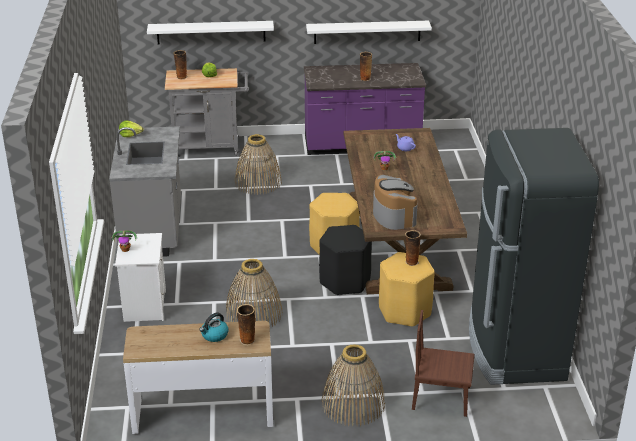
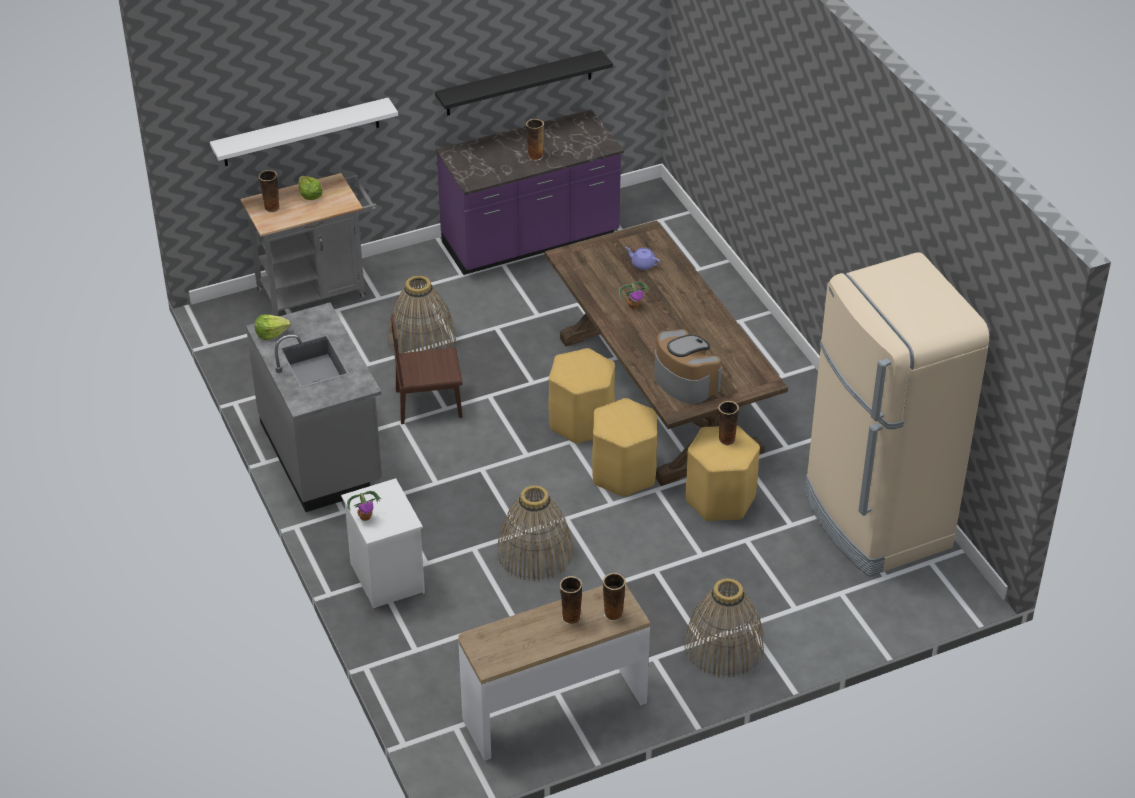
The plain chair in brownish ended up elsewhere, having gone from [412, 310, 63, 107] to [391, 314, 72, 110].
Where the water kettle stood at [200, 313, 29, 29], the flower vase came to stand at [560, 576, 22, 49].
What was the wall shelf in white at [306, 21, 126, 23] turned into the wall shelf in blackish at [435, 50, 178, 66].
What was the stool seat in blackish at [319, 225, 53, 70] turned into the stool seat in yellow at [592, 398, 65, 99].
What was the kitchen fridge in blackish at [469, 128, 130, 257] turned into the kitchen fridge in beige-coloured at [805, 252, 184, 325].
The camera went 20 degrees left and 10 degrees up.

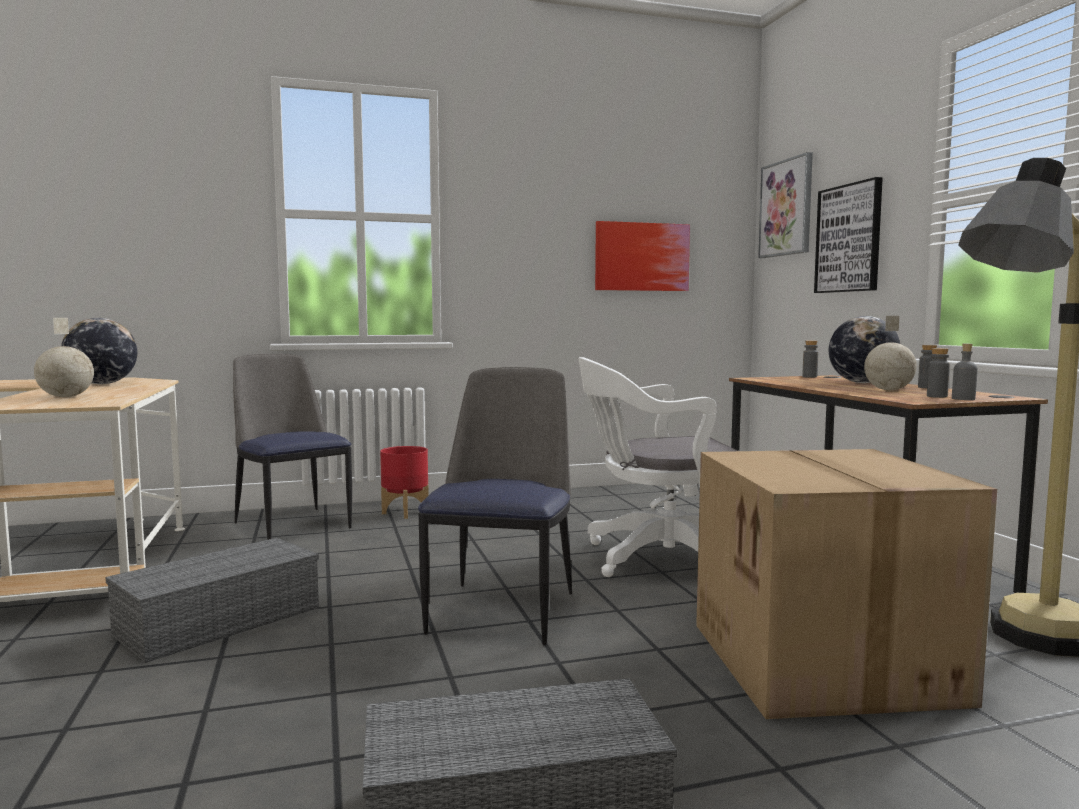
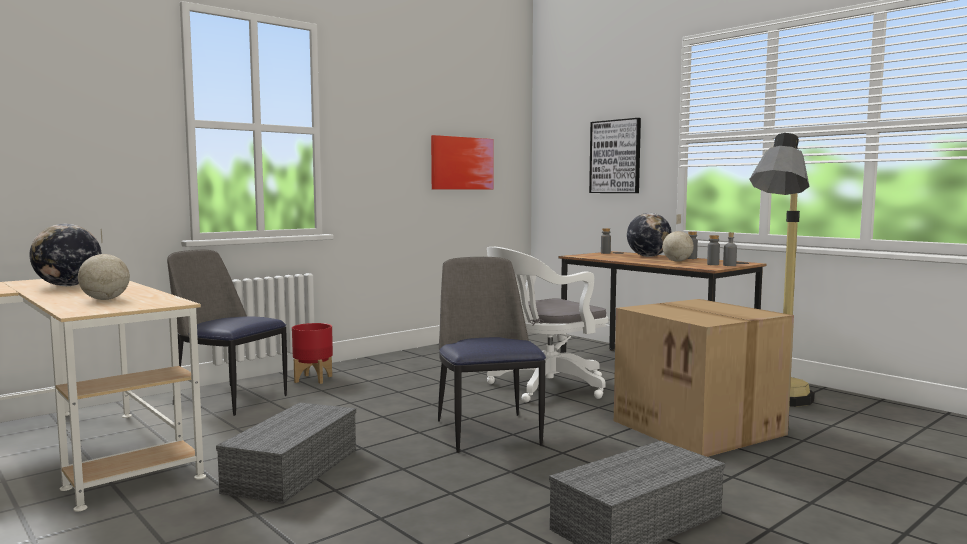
The second view lost the picture at [758, 152, 55, 106].
The camera went 25 degrees left and 0 degrees up.

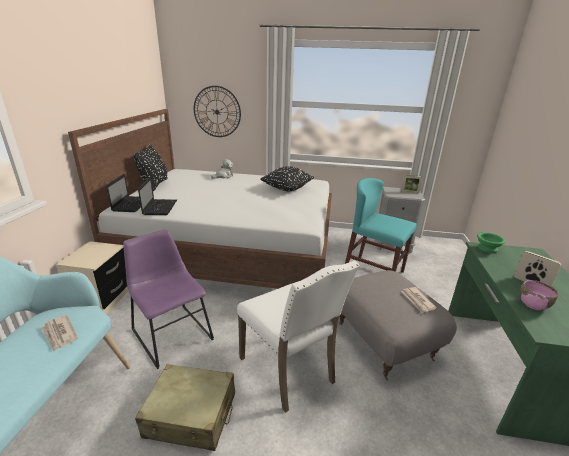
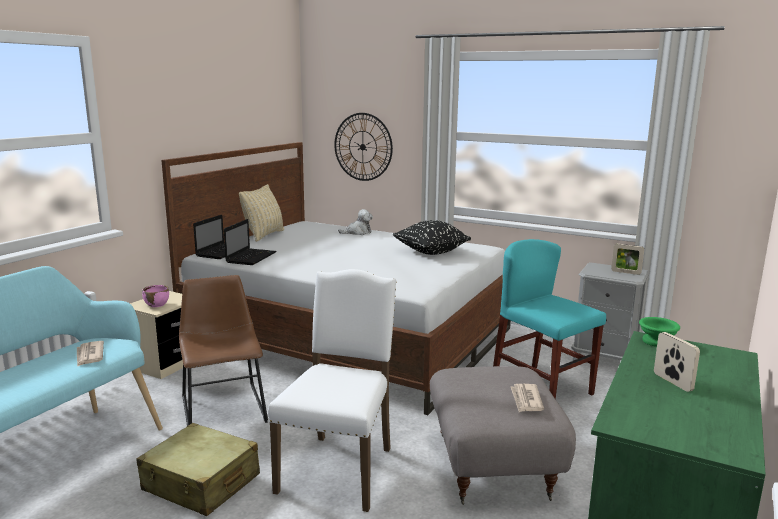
The deep dish in pink-coloured ended up elsewhere, having gone from [520, 280, 38, 30] to [142, 285, 27, 22].
What was the plain chair in purplish at [123, 229, 91, 140] turned into the plain chair in brownish at [179, 275, 89, 151].
What was the throw pillow in blackish at [134, 144, 34, 47] turned into the throw pillow in beige-coloured at [239, 184, 45, 58].
The plain chair in white at [237, 261, 123, 152] ended up facing another way, 150 degrees counterclockwise from before.
The camera went 20 degrees right and 10 degrees down.

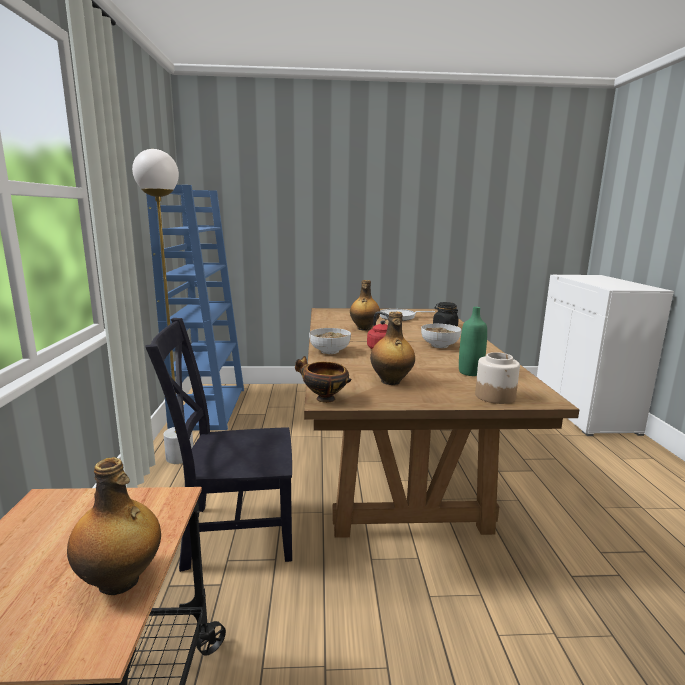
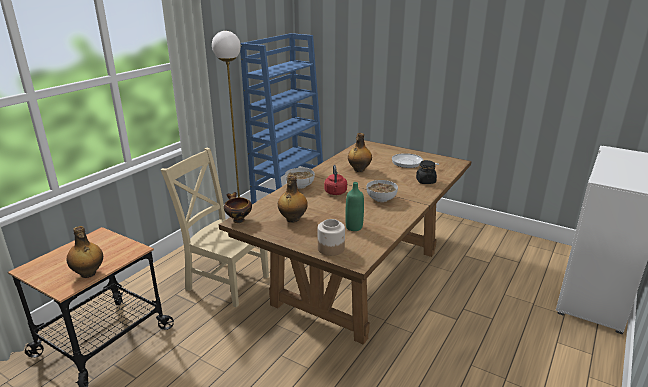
What was the plain chair in blackish at [145, 318, 147, 254] turned into the plain chair in beige-coloured at [161, 148, 108, 159].
The camera went 35 degrees right and 10 degrees up.

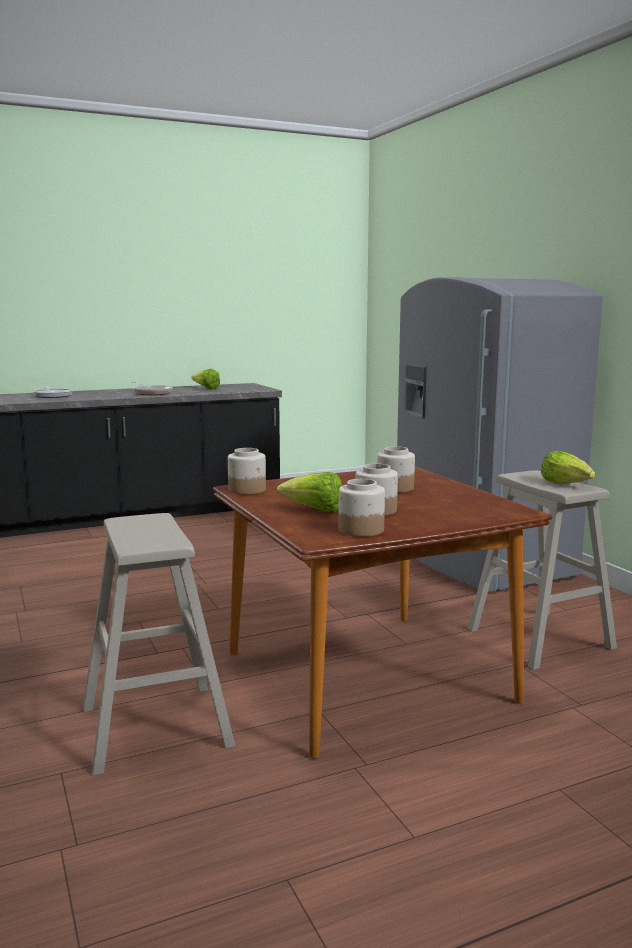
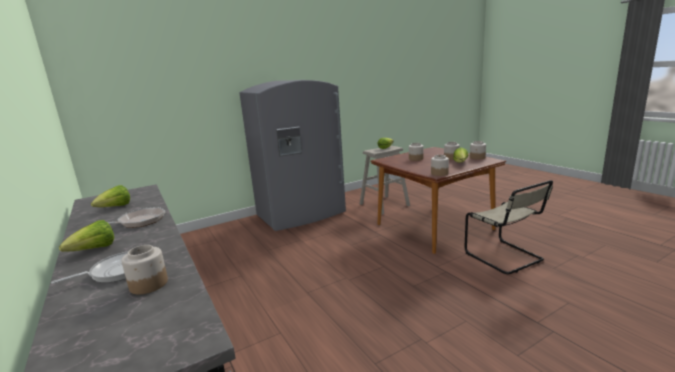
The second view gained the lettuce head at [59, 220, 55, 32].
The second view gained the preserve jar at [122, 245, 46, 50].
Where the stool seat in beige-coloured stood at [83, 513, 152, 263], the plain chair in beige-coloured came to stand at [464, 180, 89, 94].
The camera went 95 degrees left and 5 degrees up.

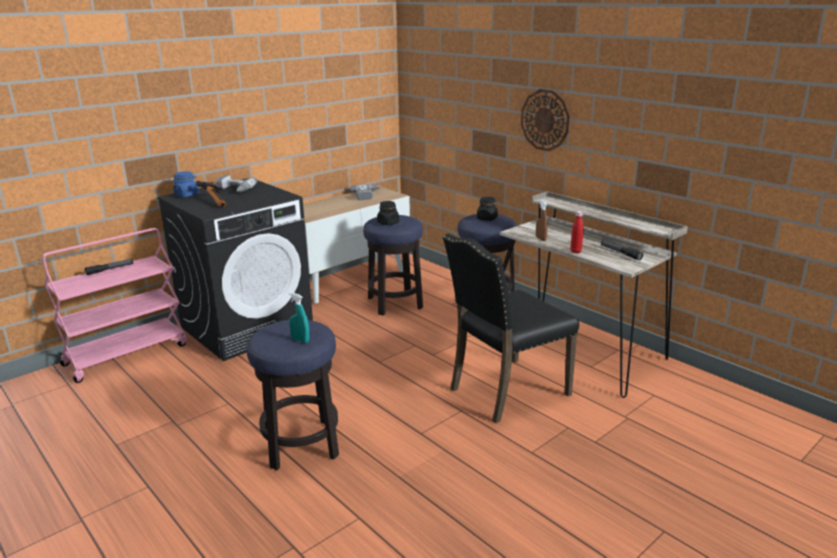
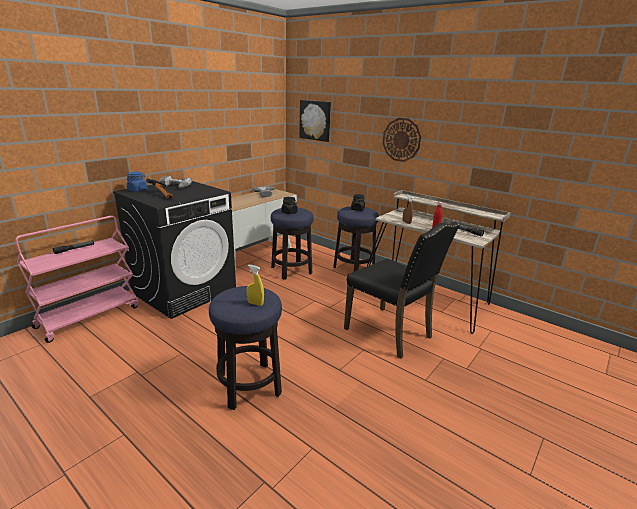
The second view gained the picture at [299, 100, 32, 42].
What was the hand sprayer in turquoise-coloured at [289, 292, 20, 51] turned into the hand sprayer in yellow at [247, 265, 17, 41].
The plain chair in blackish at [443, 233, 136, 190] ended up facing another way, 90 degrees counterclockwise from before.
The camera went 10 degrees left and 0 degrees up.

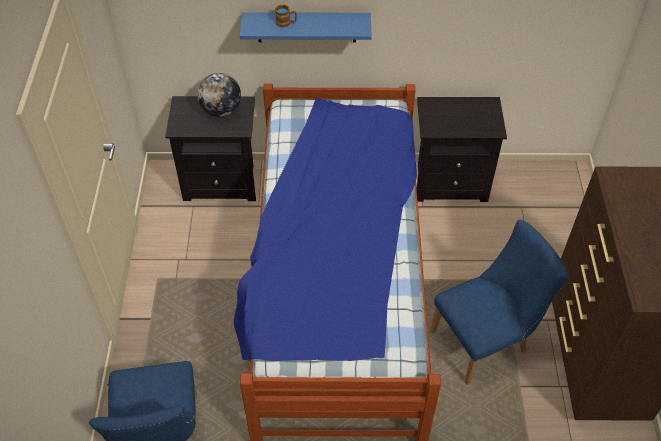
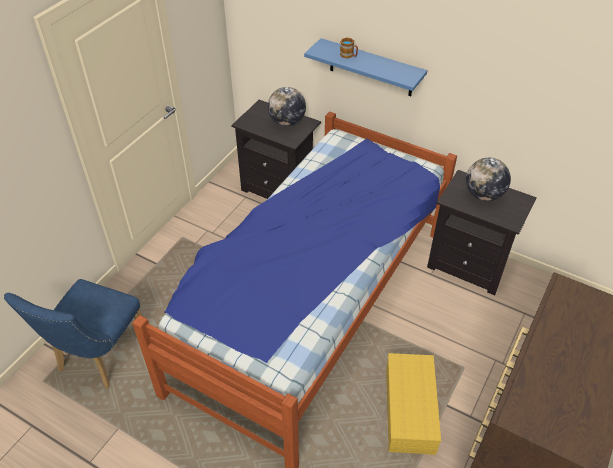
The second view gained the desk globe at [466, 158, 45, 43].
Where the plain chair in blue-coloured stood at [430, 220, 138, 165], the storage bin in yellow came to stand at [386, 353, 55, 102].
The camera went 30 degrees right and 5 degrees down.

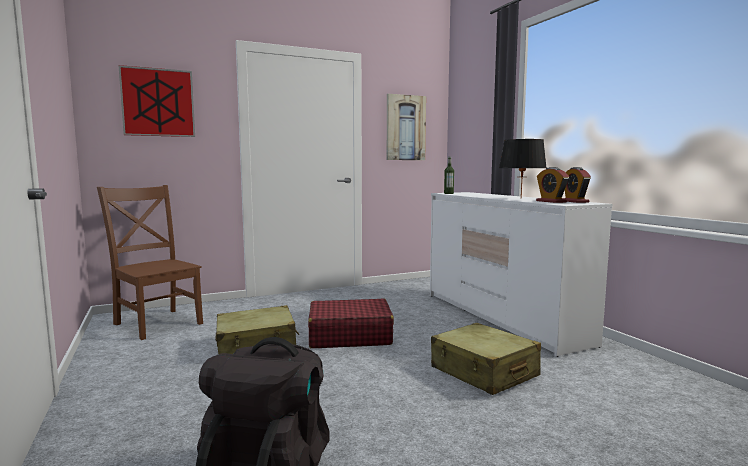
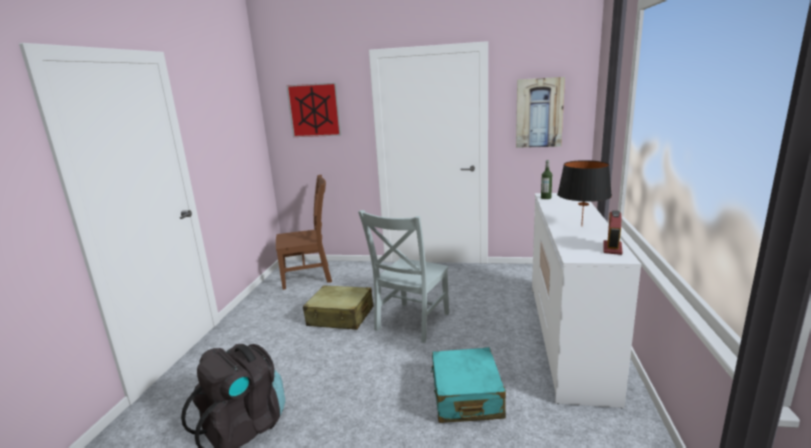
The second view lost the table clock at [536, 167, 33, 36].
Where the travel case in red stood at [308, 298, 86, 50], the plain chair in gray came to stand at [358, 210, 91, 133].
What was the travel case in beige-coloured at [431, 323, 110, 72] turned into the travel case in turquoise-coloured at [431, 347, 75, 76].
The plain chair in brownish at [97, 185, 106, 155] ended up facing another way, 90 degrees clockwise from before.
The camera went 35 degrees right and 10 degrees up.

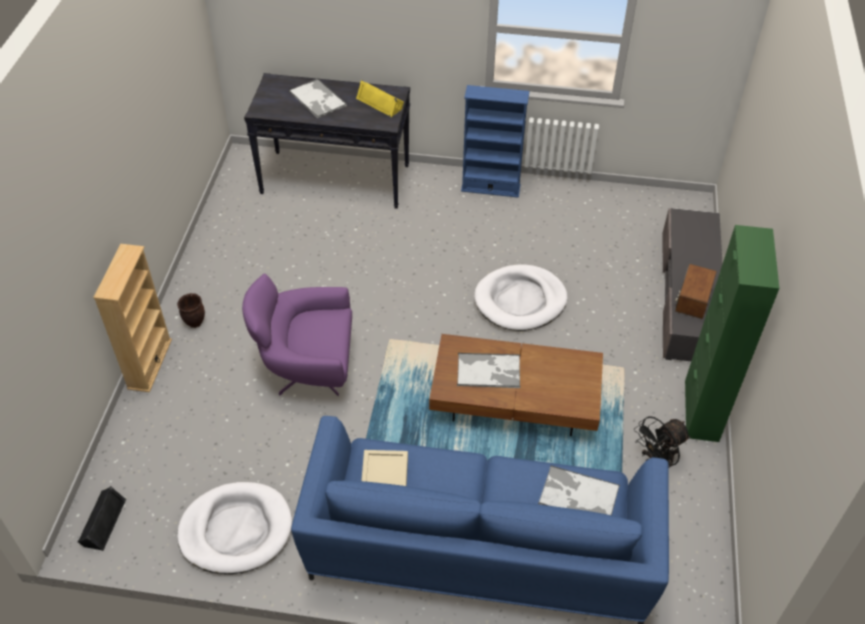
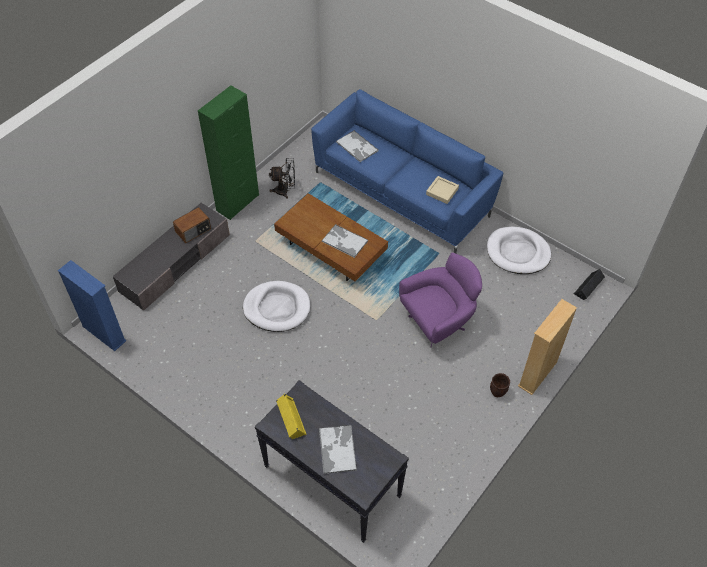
The bookcase in blue-coloured ended up elsewhere, having gone from [461, 85, 68, 113] to [58, 260, 68, 91].
The easy chair in purplish at [242, 274, 110, 122] ended up facing another way, 60 degrees counterclockwise from before.
The camera went 150 degrees left and 5 degrees up.

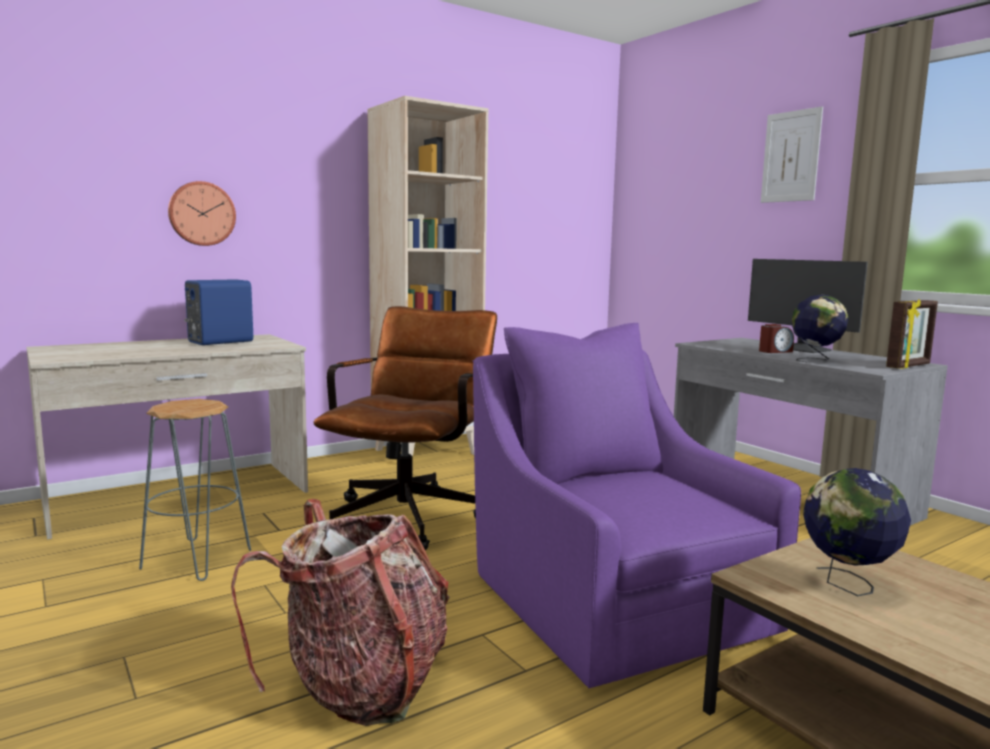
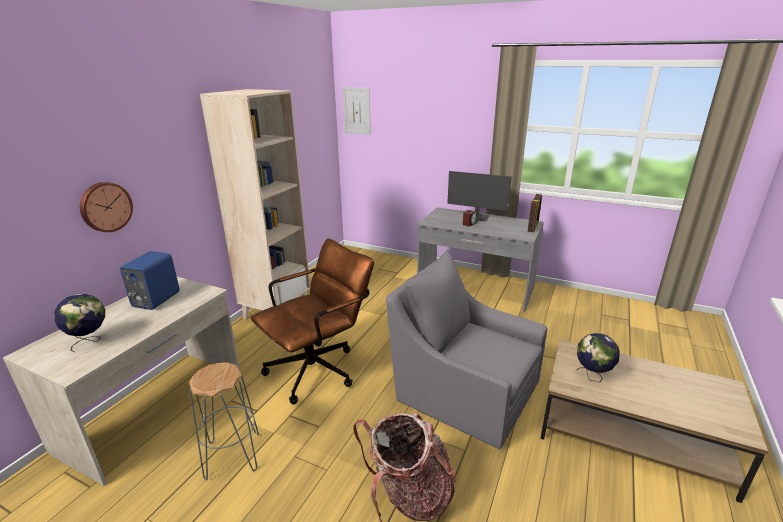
The picture ended up elsewhere, having gone from [761, 106, 62, 97] to [342, 87, 29, 47].
The desk globe ended up elsewhere, having gone from [792, 295, 56, 67] to [54, 294, 51, 58].
What was the easy chair in purplish at [473, 323, 328, 365] turned into the easy chair in gray at [386, 250, 161, 200].
The desk chair in brownish at [313, 306, 184, 244] ended up facing another way, 60 degrees clockwise from before.
The camera went 30 degrees left and 15 degrees up.

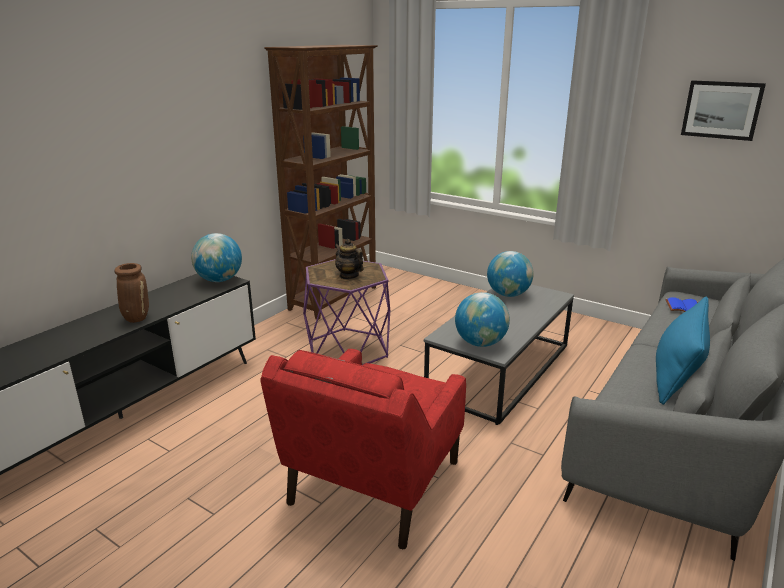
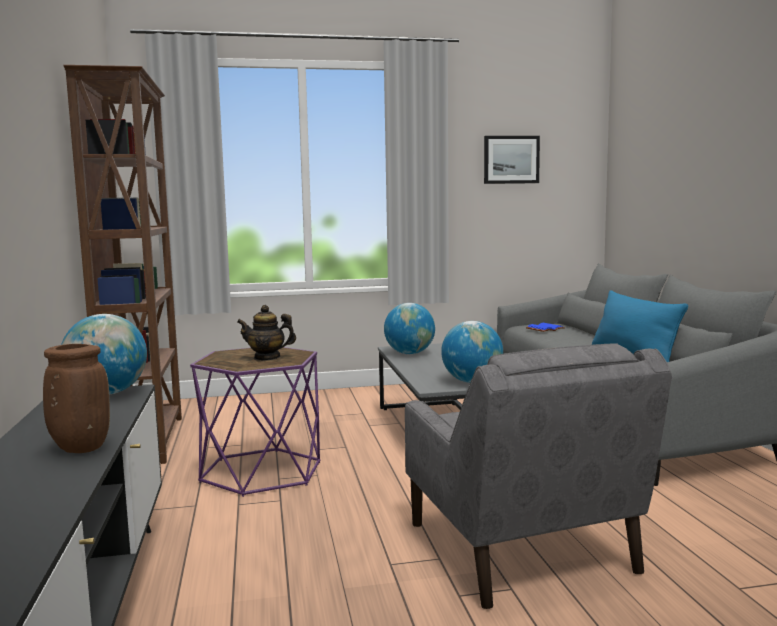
What was the easy chair in red at [260, 349, 206, 200] turned into the easy chair in gray at [405, 344, 267, 265].
The camera went 45 degrees left and 15 degrees down.

